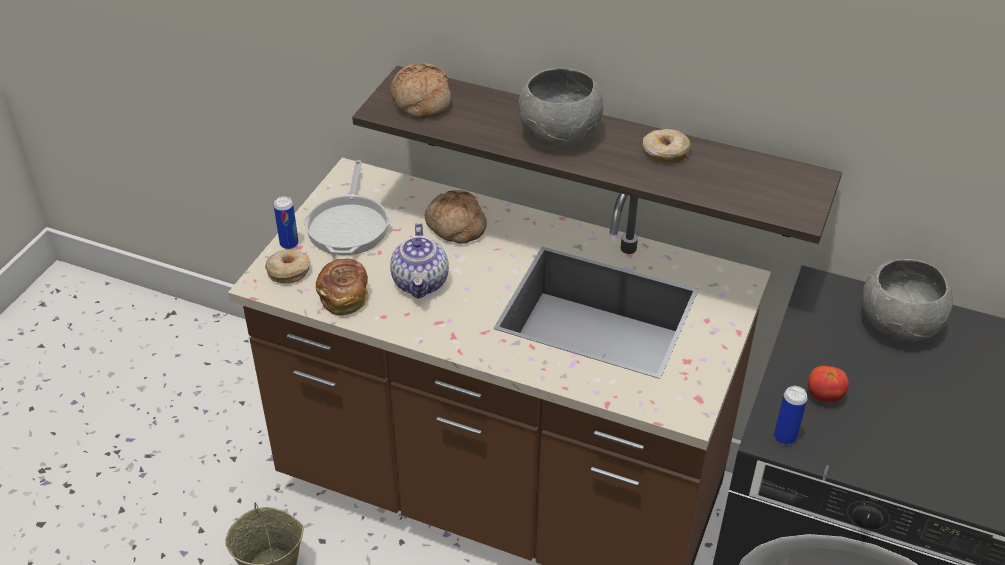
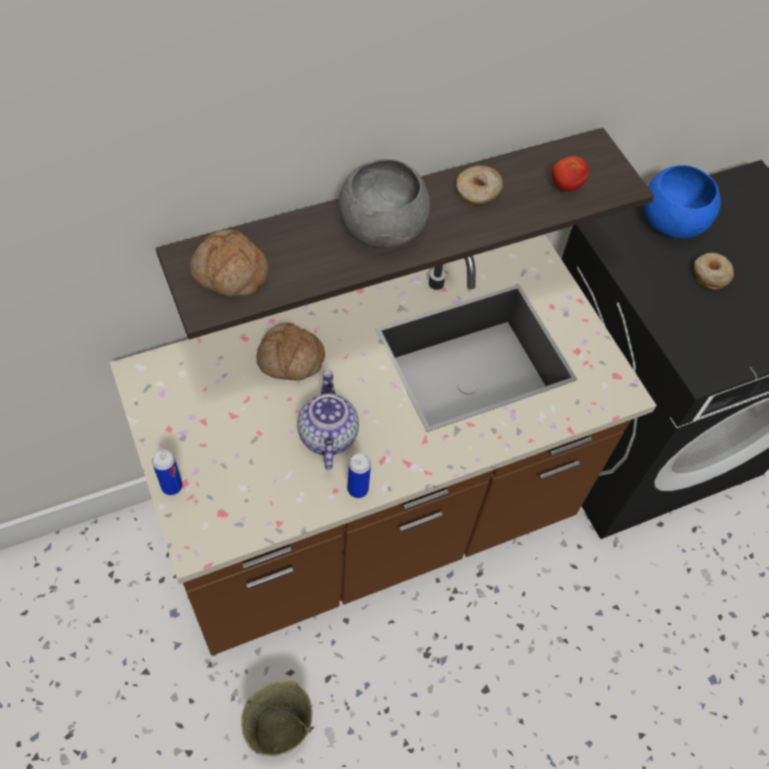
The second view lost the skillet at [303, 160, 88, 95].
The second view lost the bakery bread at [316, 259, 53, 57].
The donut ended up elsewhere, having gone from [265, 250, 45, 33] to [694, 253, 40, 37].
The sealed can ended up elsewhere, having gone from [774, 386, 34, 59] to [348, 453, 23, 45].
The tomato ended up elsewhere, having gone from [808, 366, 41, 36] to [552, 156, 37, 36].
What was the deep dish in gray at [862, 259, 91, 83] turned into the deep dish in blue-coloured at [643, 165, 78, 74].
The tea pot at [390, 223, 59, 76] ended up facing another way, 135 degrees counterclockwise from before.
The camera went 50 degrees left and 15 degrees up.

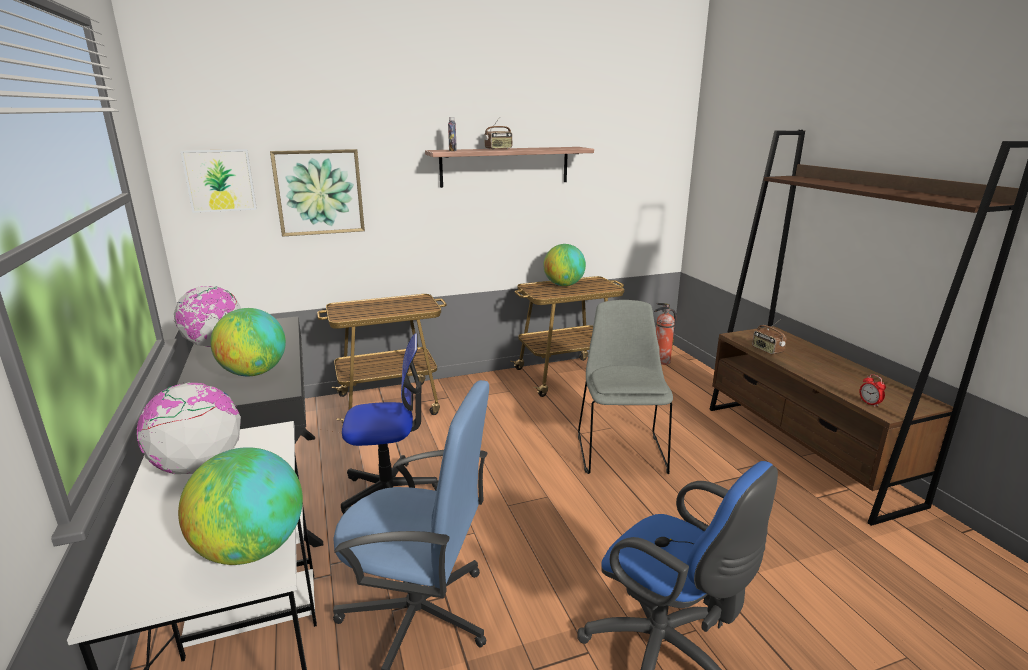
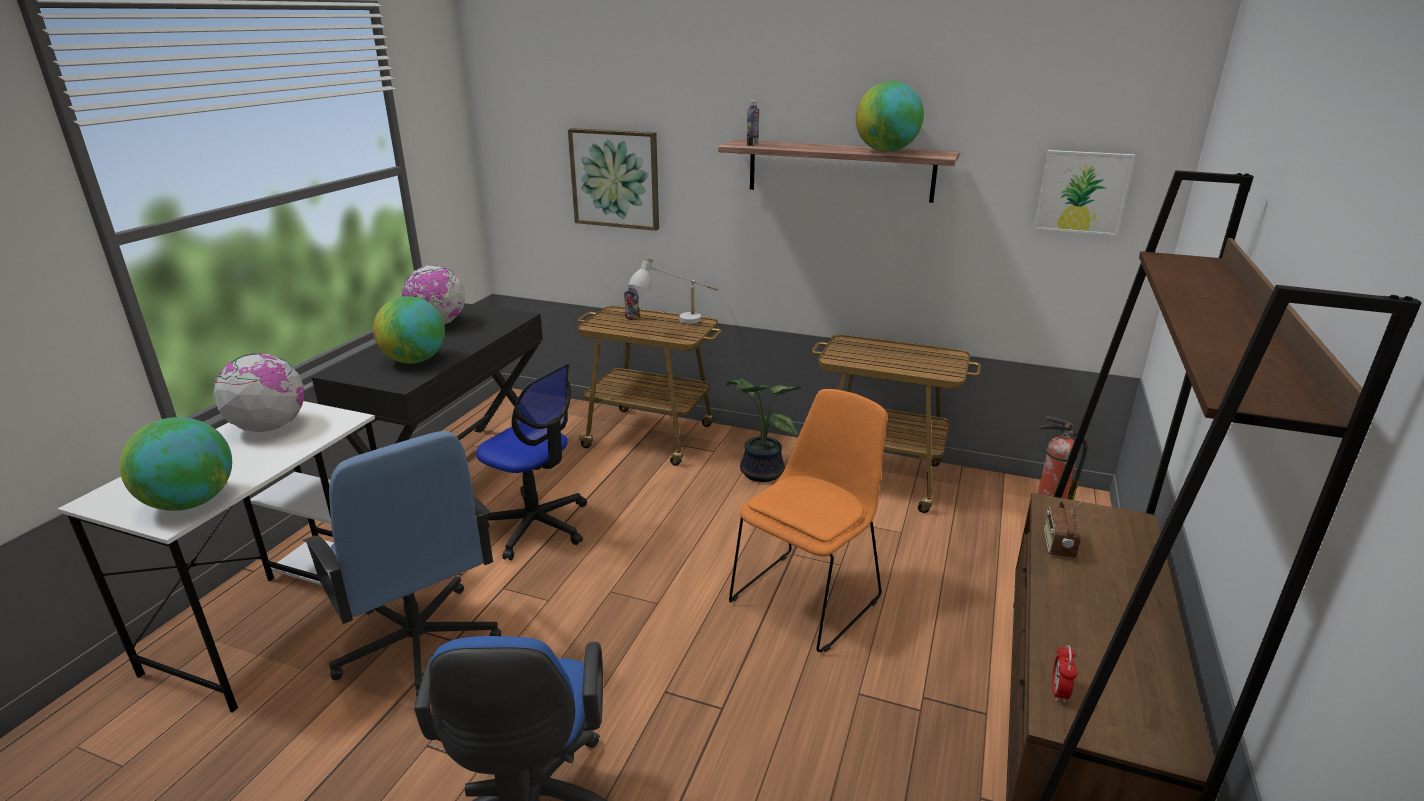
The second view lost the radio set at [484, 117, 28, 33].
The second view gained the bottle at [624, 283, 16, 37].
The second view gained the lamp for a table in white at [629, 257, 89, 67].
The second view gained the potted plant at [726, 378, 76, 104].
The picture ended up elsewhere, having gone from [180, 149, 77, 64] to [1033, 150, 102, 86].
The desk globe ended up elsewhere, having gone from [543, 244, 43, 42] to [856, 81, 68, 71].
What was the plain chair in gray at [578, 300, 95, 174] turned into the plain chair in orange at [729, 389, 158, 263].
The camera went 40 degrees right and 5 degrees up.

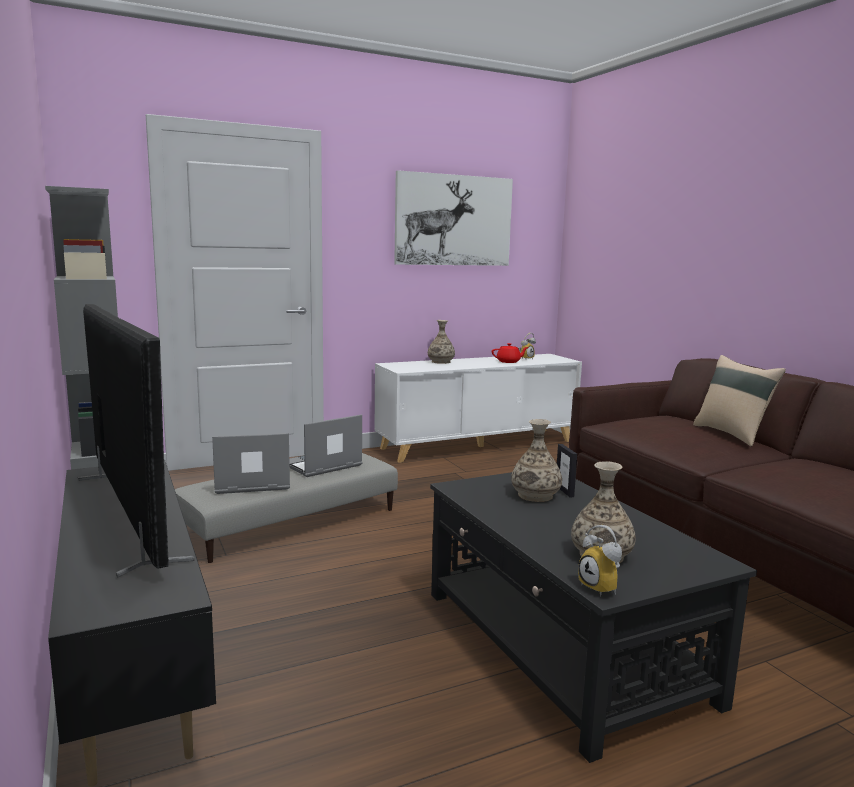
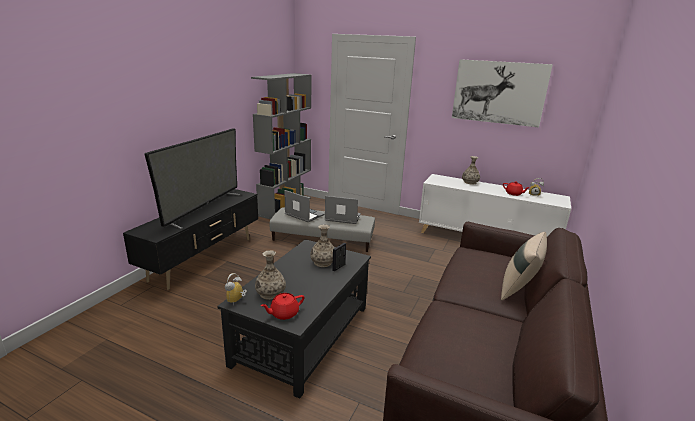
The second view gained the tea pot in red at [261, 293, 44, 27].
The camera went 50 degrees right and 10 degrees up.

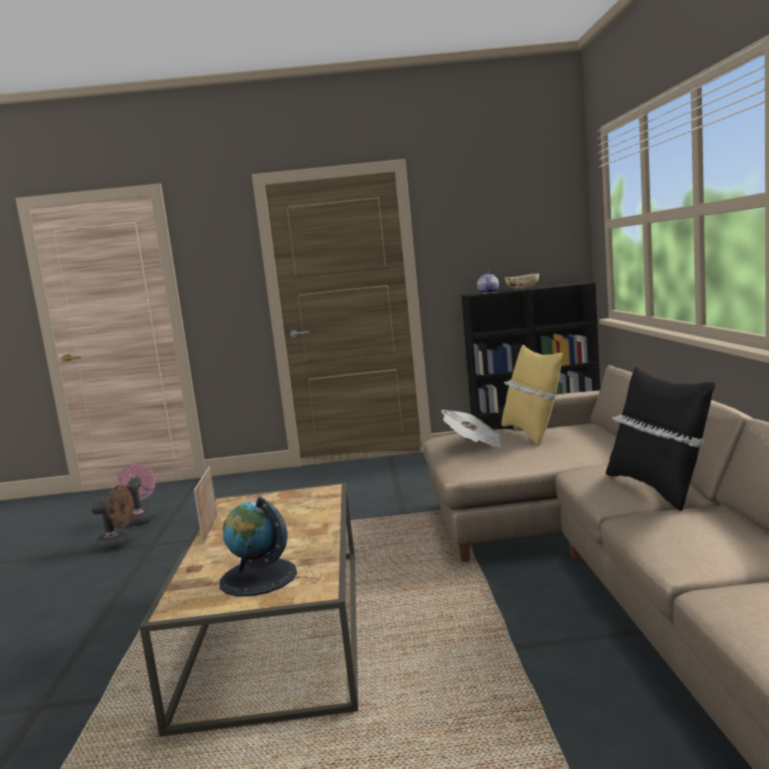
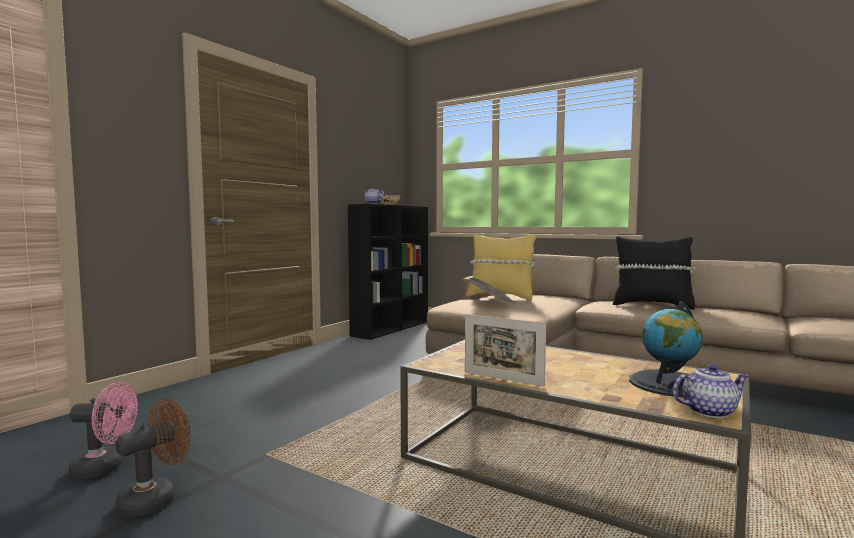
The second view gained the tea pot at [673, 364, 75, 54].
The electric fan in pink-coloured at [117, 464, 39, 62] ended up facing another way, 150 degrees clockwise from before.
The camera went 55 degrees left and 5 degrees down.

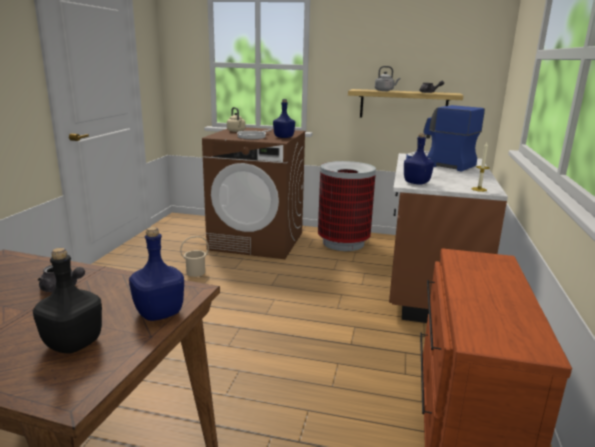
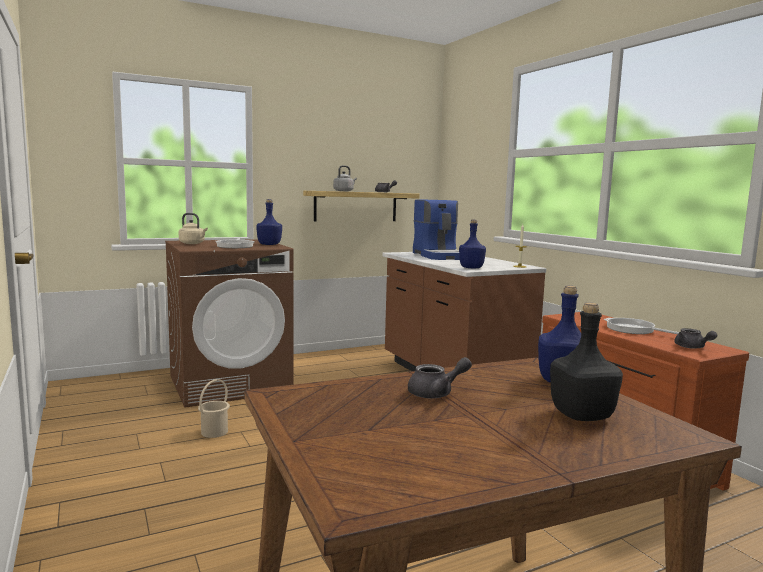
The second view lost the trash can at [318, 161, 58, 90].
The second view gained the skillet at [604, 318, 75, 16].
The second view gained the tea pot in gray at [674, 328, 43, 21].
The coffee brewer at [406, 105, 79, 66] ended up facing another way, 105 degrees counterclockwise from before.
The camera went 40 degrees left and 10 degrees down.

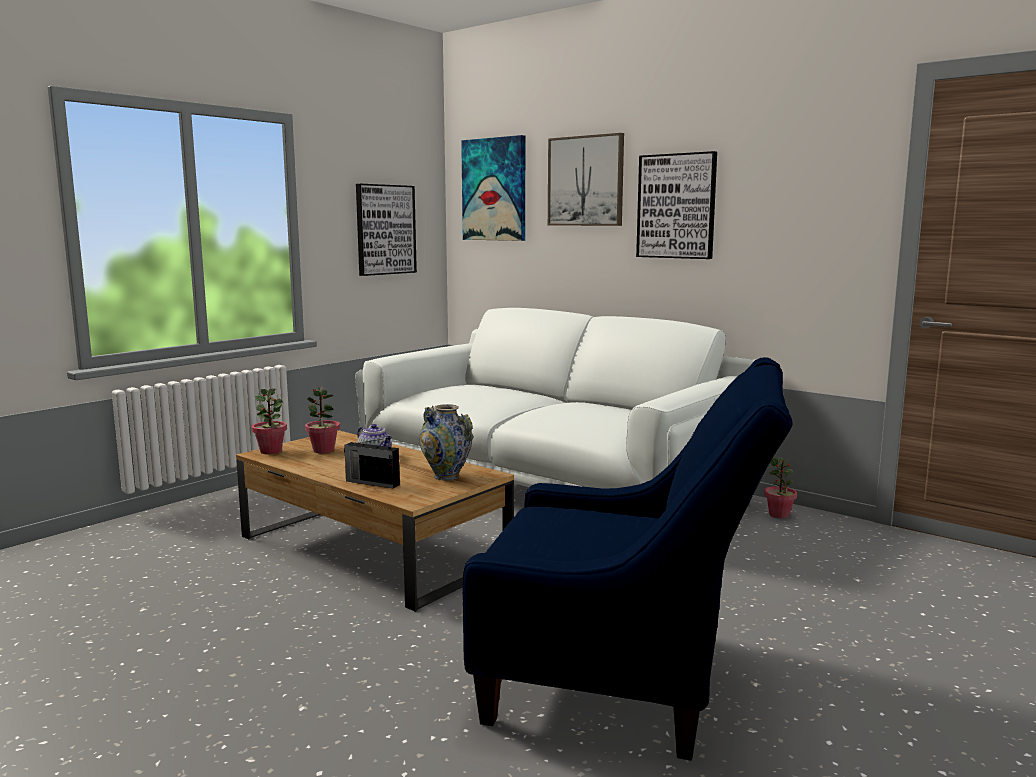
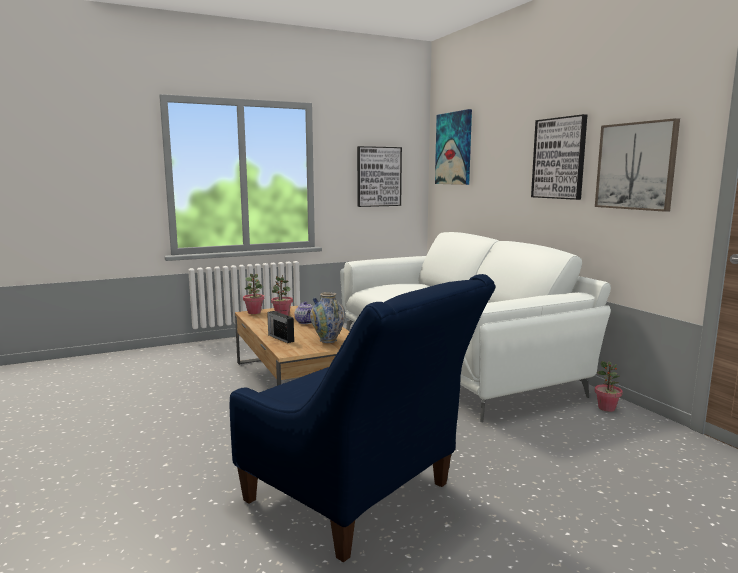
The picture ended up elsewhere, having gone from [548, 133, 76, 93] to [595, 118, 85, 94].
The camera went 25 degrees right and 0 degrees up.

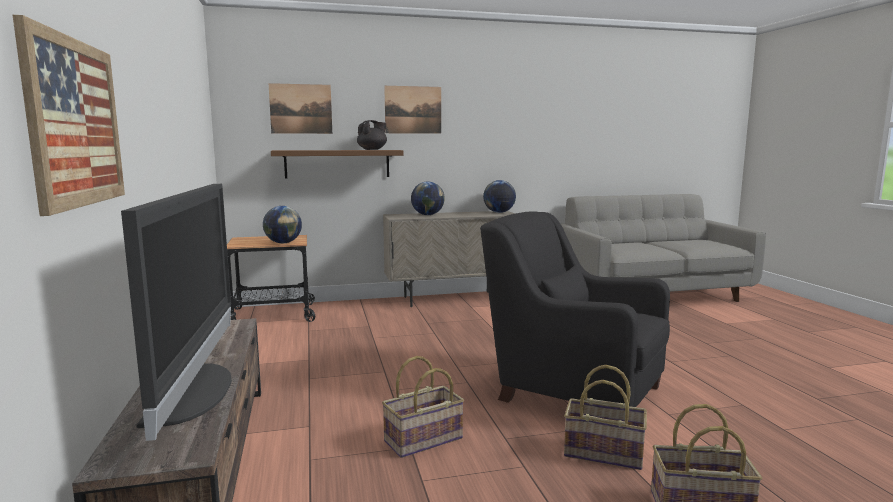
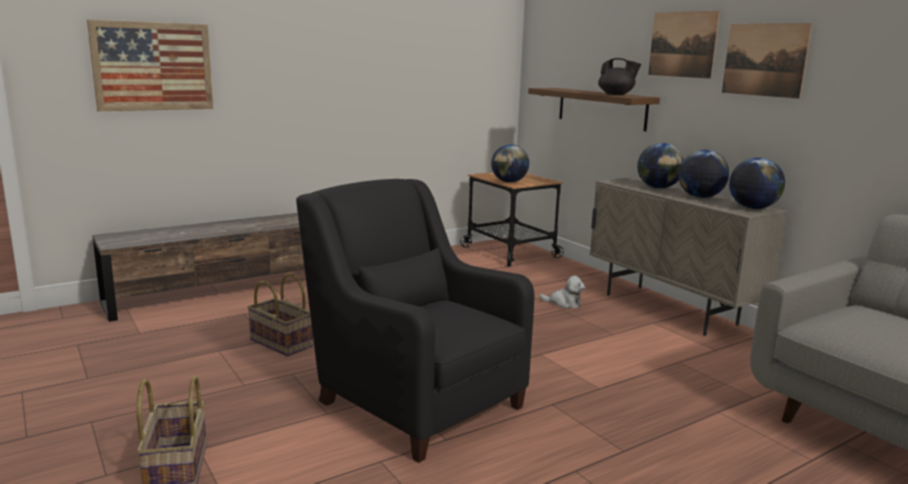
The second view lost the TV set at [121, 184, 111, 257].
The second view lost the basket at [564, 365, 83, 105].
The second view gained the cuddly toy at [539, 276, 46, 32].
The second view gained the desk globe at [678, 150, 51, 48].
The picture ended up elsewhere, having gone from [269, 83, 63, 51] to [722, 23, 90, 76].
The easy chair in blackish at [480, 211, 190, 196] ended up facing another way, 60 degrees counterclockwise from before.
The camera went 70 degrees right and 5 degrees up.

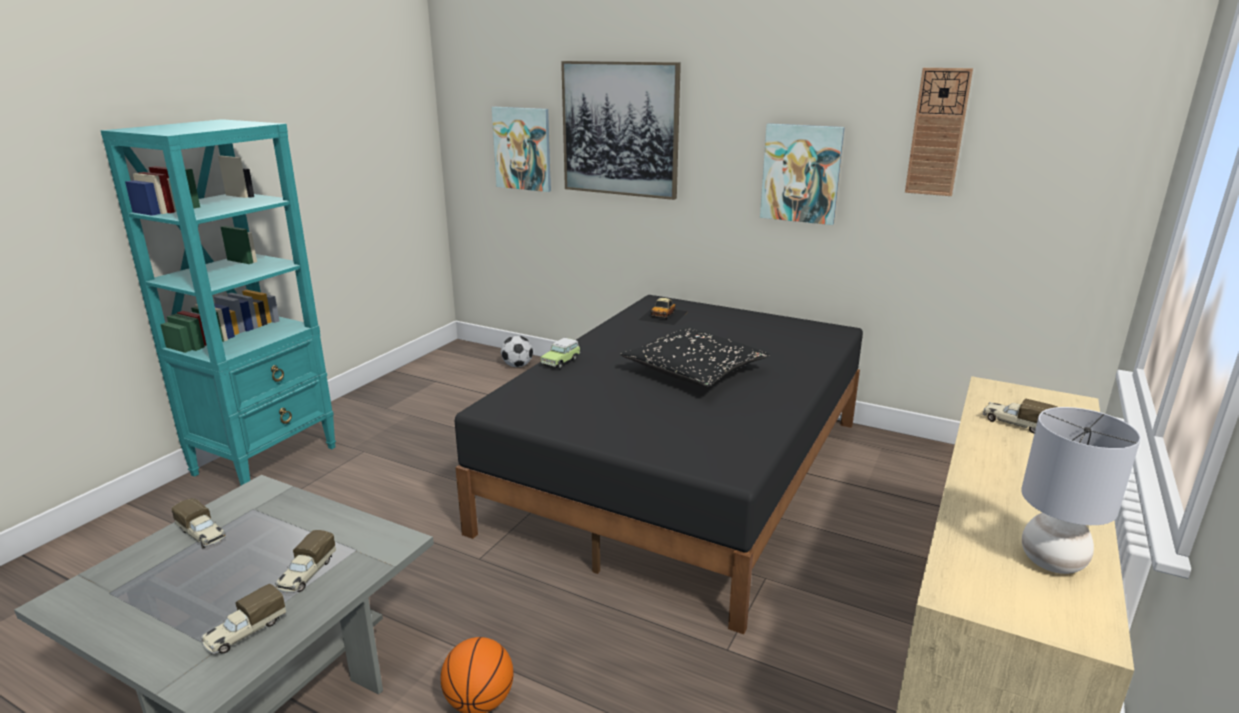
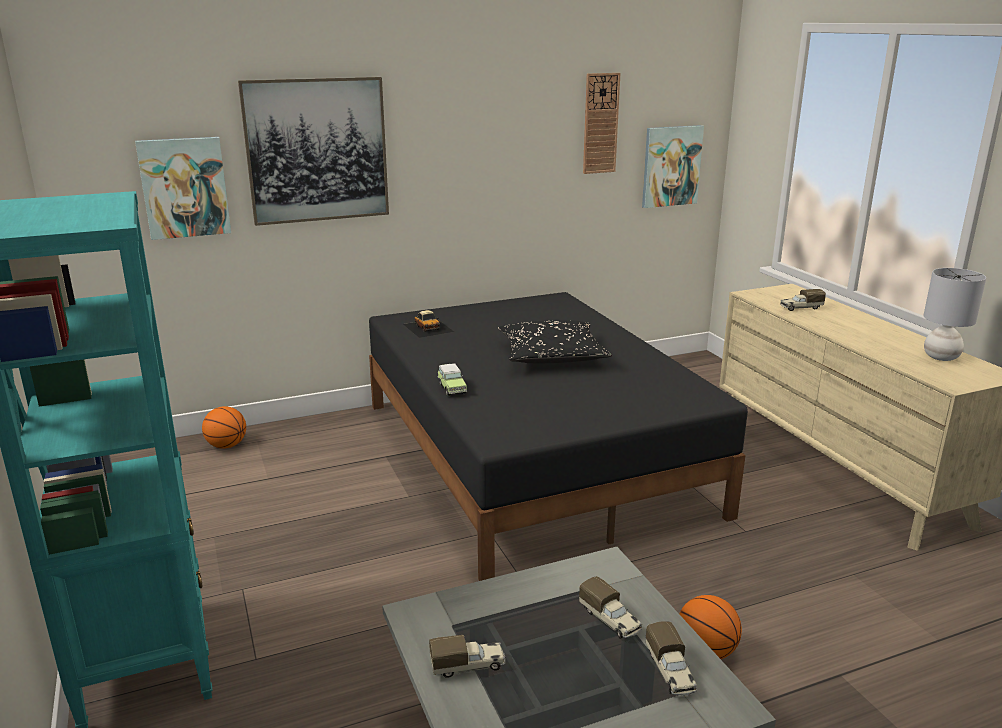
The picture ended up elsewhere, having gone from [760, 123, 85, 102] to [642, 125, 62, 83].
Where the football ball stood at [501, 336, 32, 31], the basketball came to stand at [202, 406, 44, 43].
The camera went 50 degrees left and 0 degrees up.

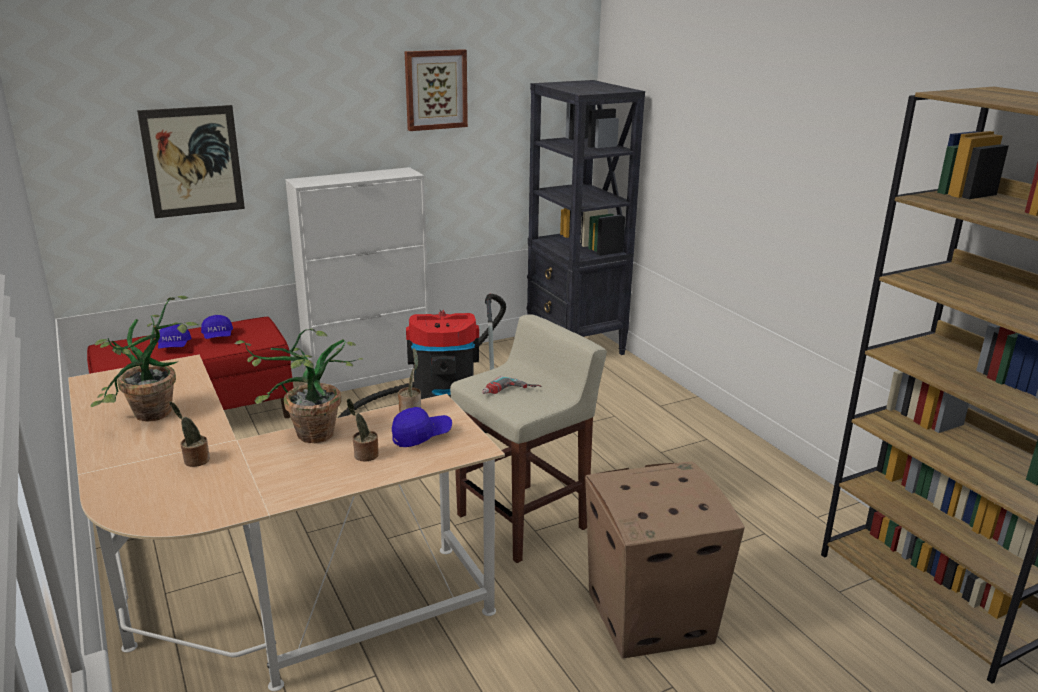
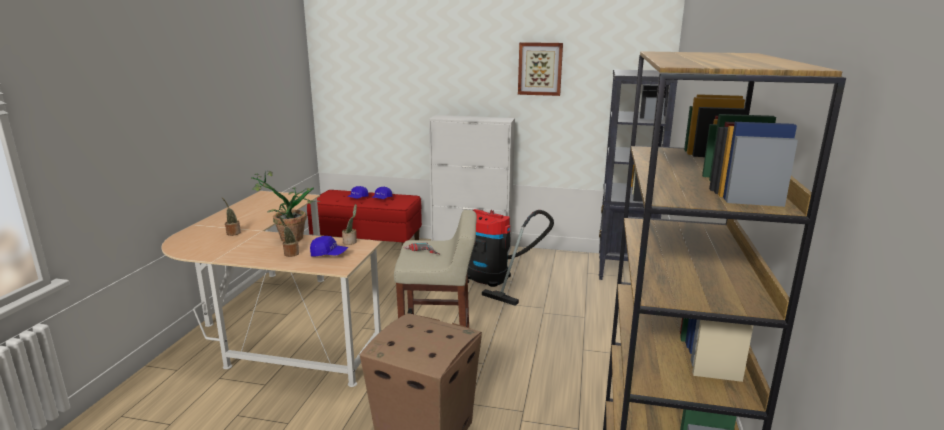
The second view lost the potted plant at [91, 296, 109, 126].
The second view lost the picture at [137, 105, 108, 113].
The camera went 40 degrees right and 5 degrees down.

